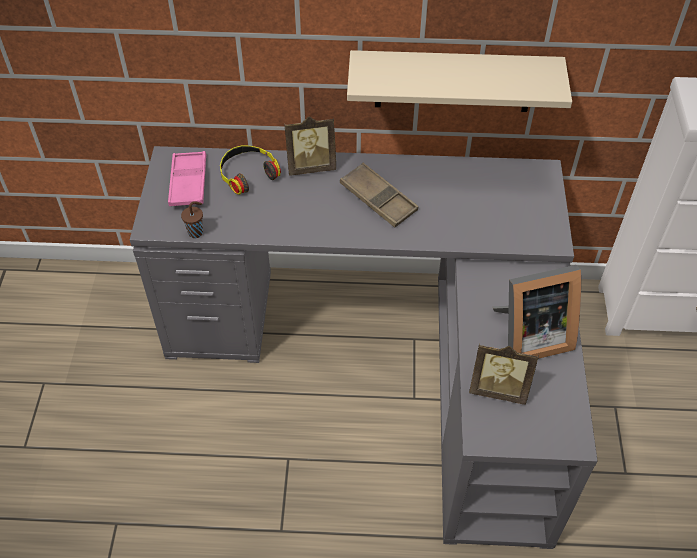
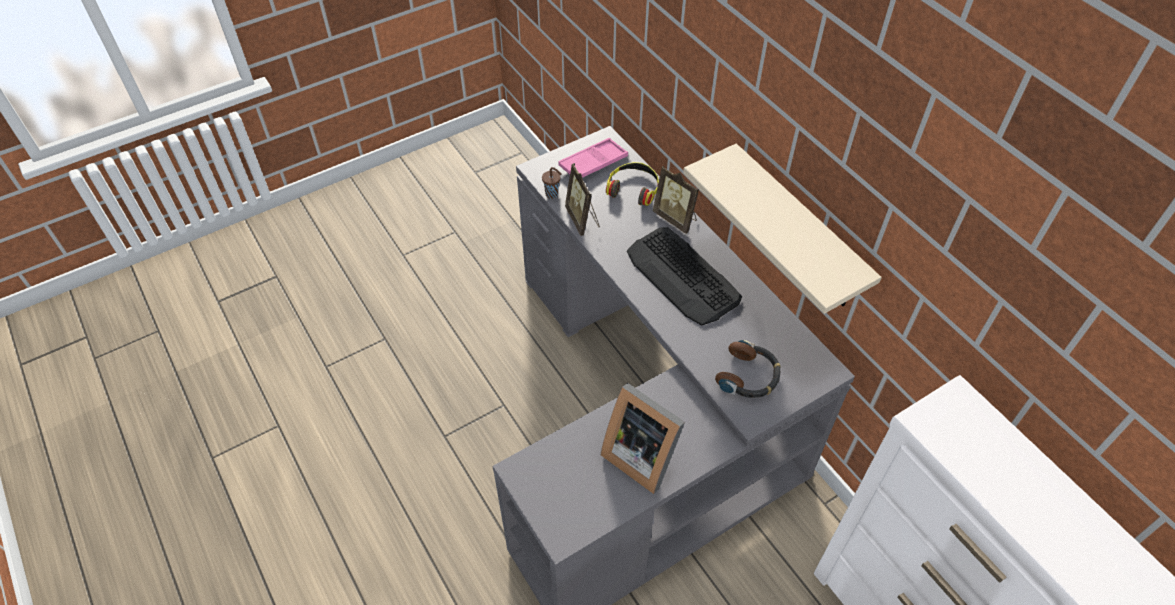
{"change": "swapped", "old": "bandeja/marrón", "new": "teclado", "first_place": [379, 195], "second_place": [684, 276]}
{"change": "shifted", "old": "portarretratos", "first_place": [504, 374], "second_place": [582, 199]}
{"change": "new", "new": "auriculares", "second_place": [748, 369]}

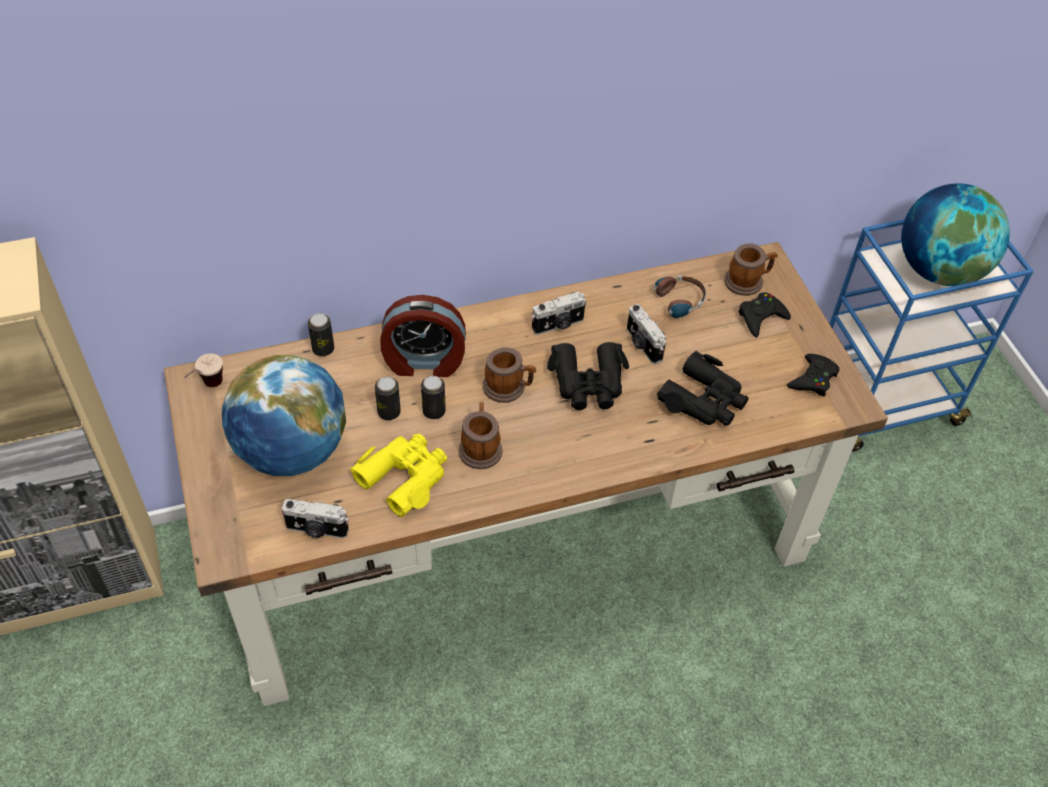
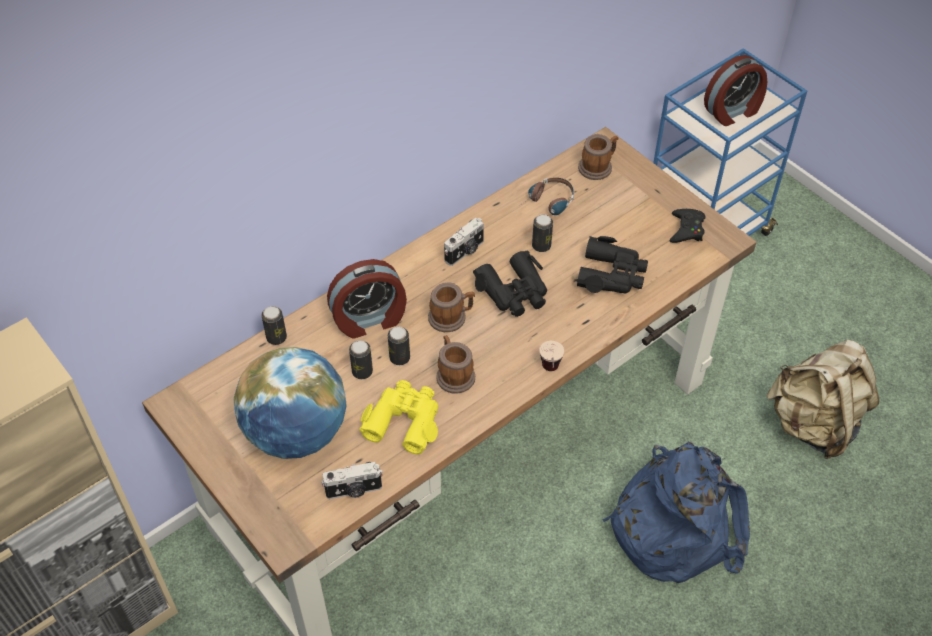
{"change": "shifted", "old": "taza", "first_place": [203, 370], "second_place": [551, 356]}
{"change": "swapped", "old": "cámara", "new": "lata", "first_place": [646, 334], "second_place": [542, 233]}
{"change": "gone", "old": "mando de consola/negro", "first_place": [764, 314]}
{"change": "swapped", "old": "globo terráqueo", "new": "despertador", "first_place": [955, 234], "second_place": [735, 90]}
{"change": "new", "new": "mochila/azul", "second_place": [676, 512]}
{"change": "new", "new": "mochila/beis", "second_place": [823, 399]}

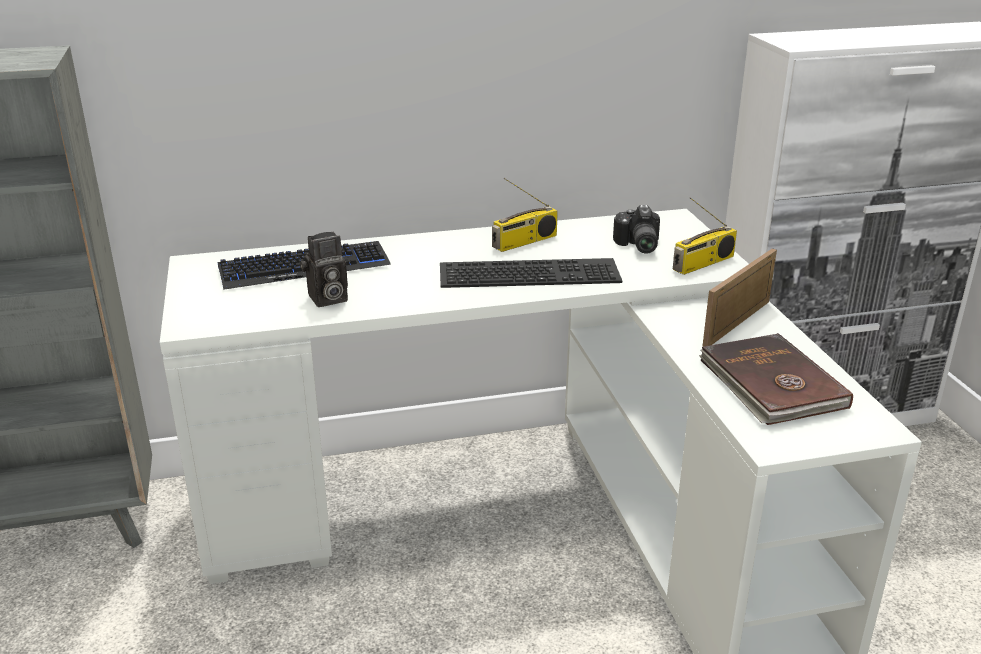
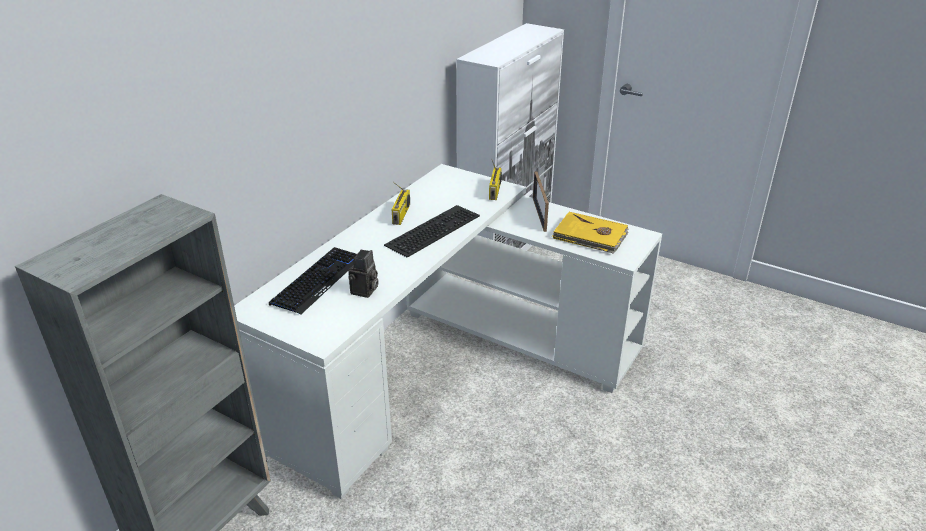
{"change": "gone", "old": "cámara", "first_place": [636, 229]}
{"change": "repainted", "old": "libro/marrón", "new": "libro/amarillo", "first_place": [776, 379], "second_place": [590, 233]}

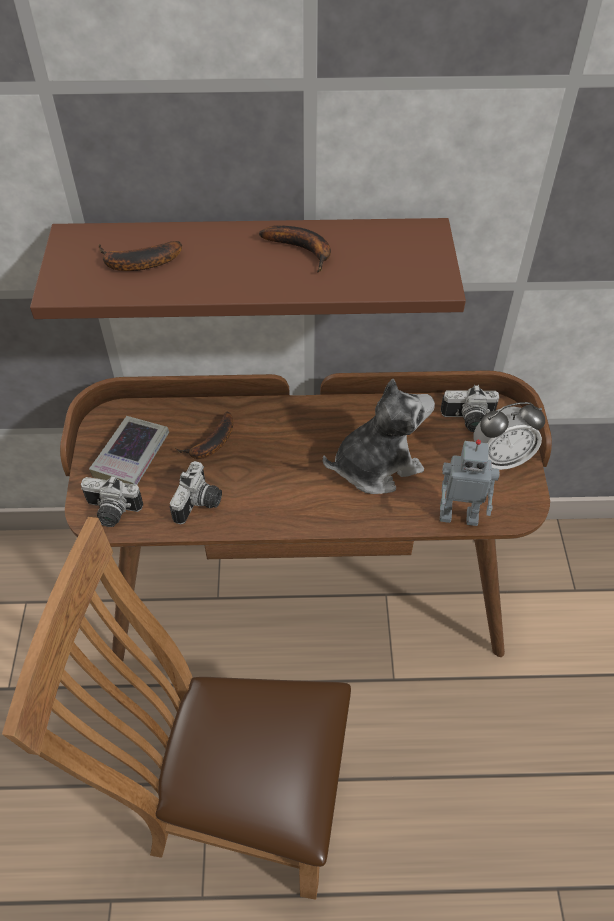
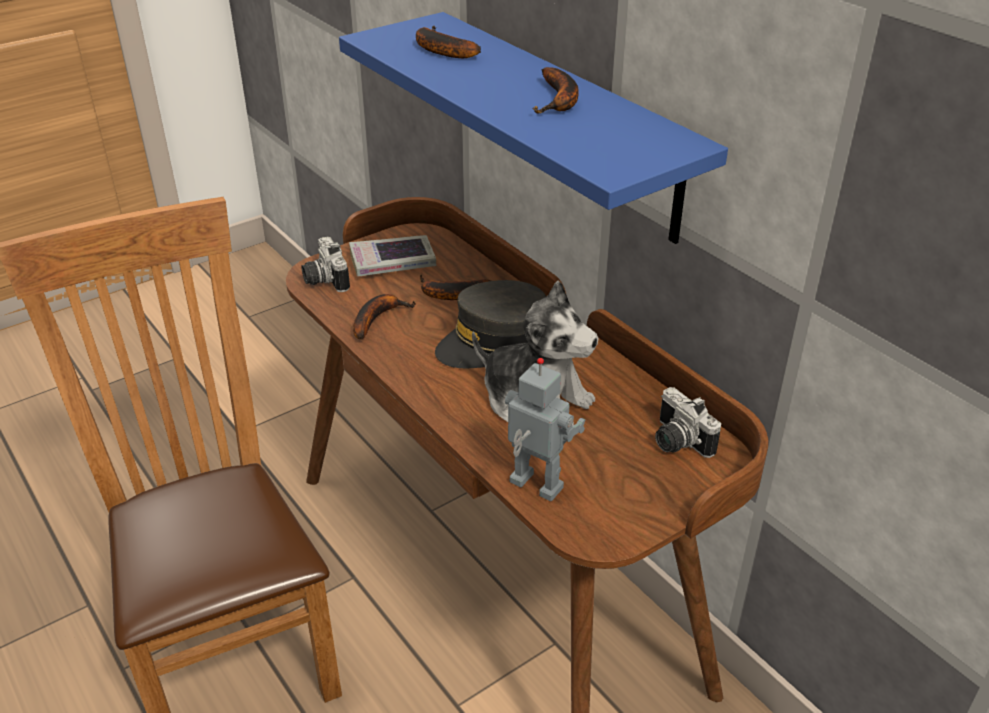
{"change": "repainted", "old": "estante/marrón", "new": "estante/azul", "first_place": [248, 268], "second_place": [533, 128]}
{"change": "swapped", "old": "cámara", "new": "plátano", "first_place": [196, 493], "second_place": [384, 317]}
{"change": "rotated", "old": "robot de juguete", "first_place": [470, 483], "second_place": [545, 429], "degrees": 150}
{"change": "gone", "old": "despertador", "first_place": [509, 436]}
{"change": "new", "new": "gorra/gris", "second_place": [490, 324]}

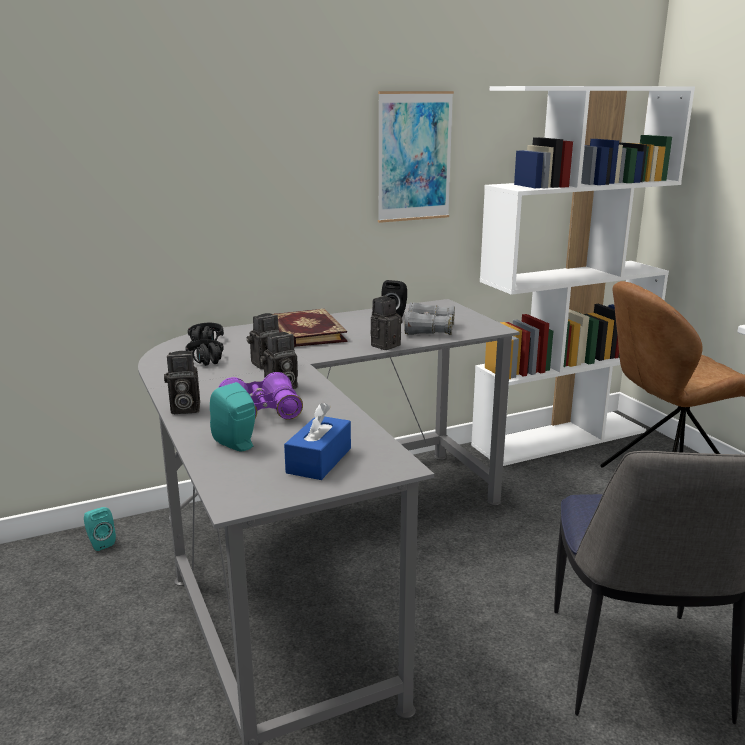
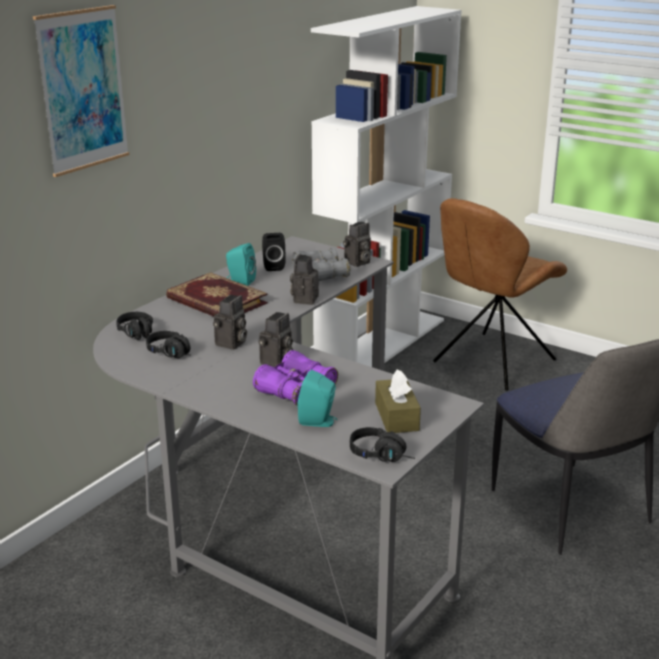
{"change": "shifted", "old": "altavoz/turquesa", "first_place": [100, 529], "second_place": [241, 264]}
{"change": "shifted", "old": "cámara", "first_place": [182, 382], "second_place": [357, 244]}
{"change": "repainted", "old": "caja de pañuelos/azul", "new": "caja de pañuelos/marrón", "first_place": [317, 441], "second_place": [398, 401]}
{"change": "shifted", "old": "cuadro", "first_place": [416, 157], "second_place": [81, 91]}
{"change": "new", "new": "auriculares/negro", "second_place": [382, 444]}

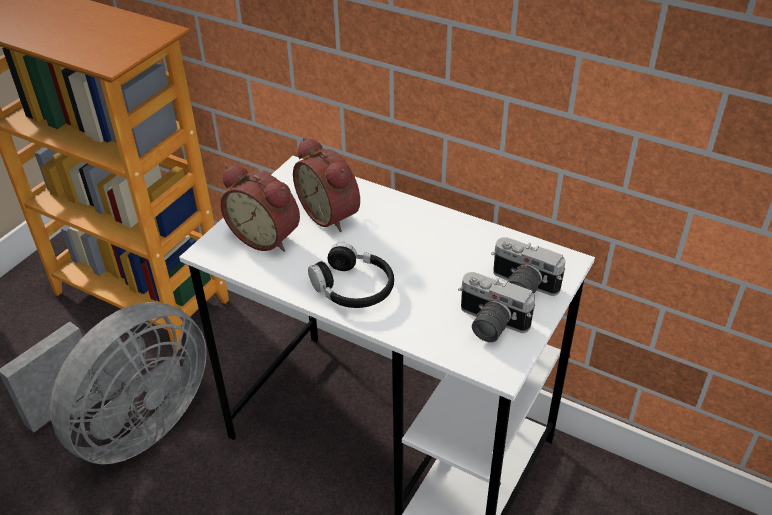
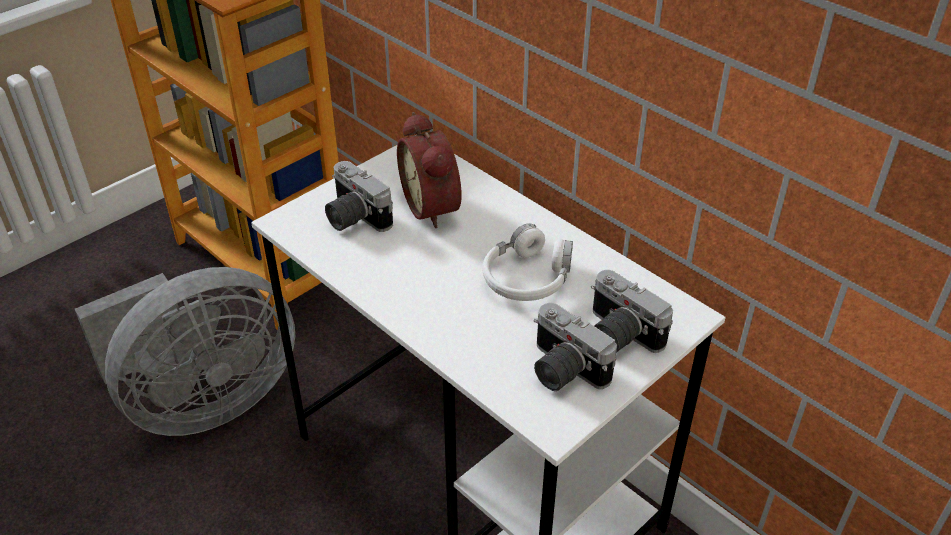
{"change": "swapped", "old": "despertador", "new": "cámara", "first_place": [260, 208], "second_place": [359, 196]}
{"change": "gone", "old": "auriculares/negro", "first_place": [351, 275]}
{"change": "new", "new": "auriculares/blanco", "second_place": [528, 262]}

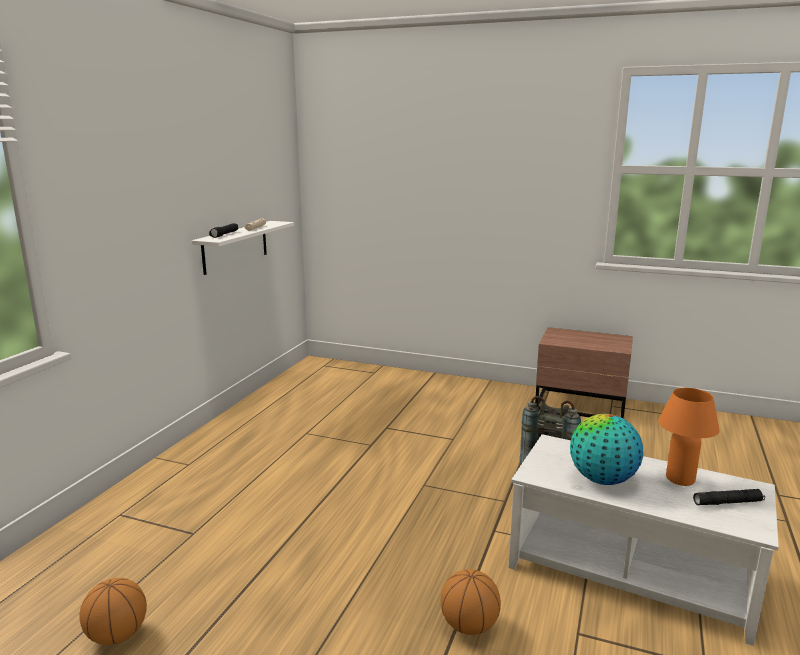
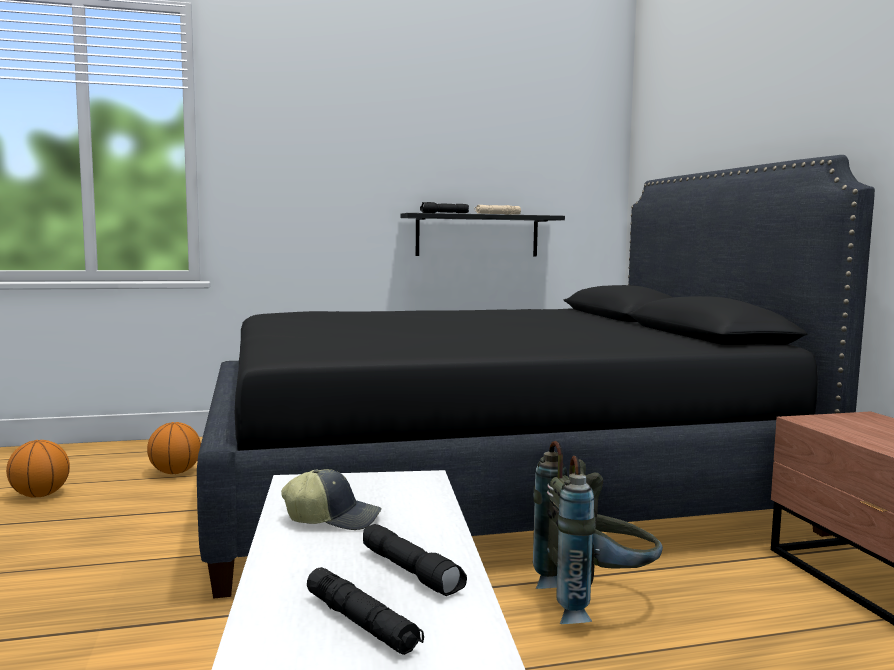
{"change": "repainted", "old": "estante/blanco", "new": "estante/negro", "first_place": [242, 248], "second_place": [482, 235]}
{"change": "shifted", "old": "balón de baloncesto", "first_place": [471, 602], "second_place": [174, 448]}
{"change": "swapped", "old": "globo terráqueo", "new": "gorra", "first_place": [606, 449], "second_place": [331, 499]}
{"change": "swapped", "old": "lámpara de mesa/naranja", "new": "linterna/negro", "first_place": [689, 437], "second_place": [415, 560]}
{"change": "new", "new": "cama/negro", "second_place": [536, 377]}

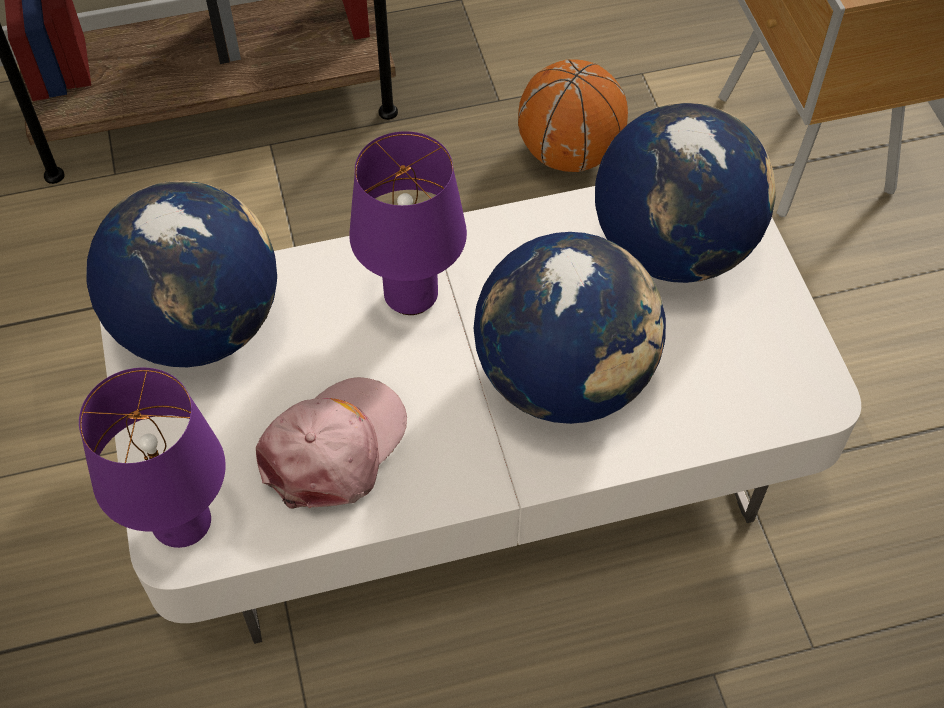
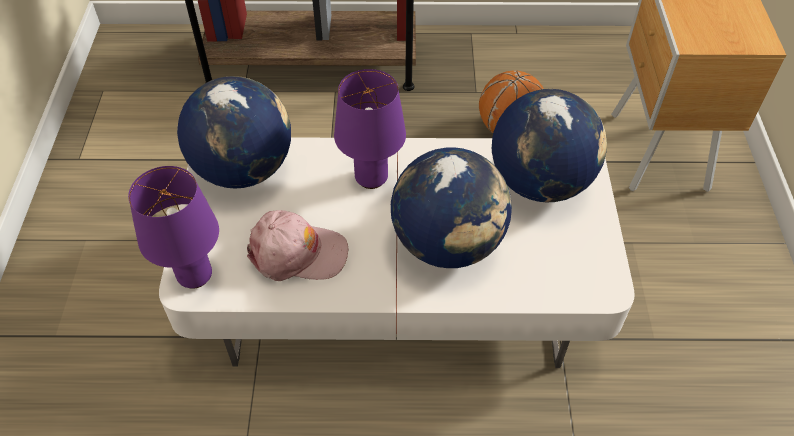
{"change": "rotated", "old": "gorra/rosa", "first_place": [331, 443], "second_place": [298, 245], "degrees": 45}

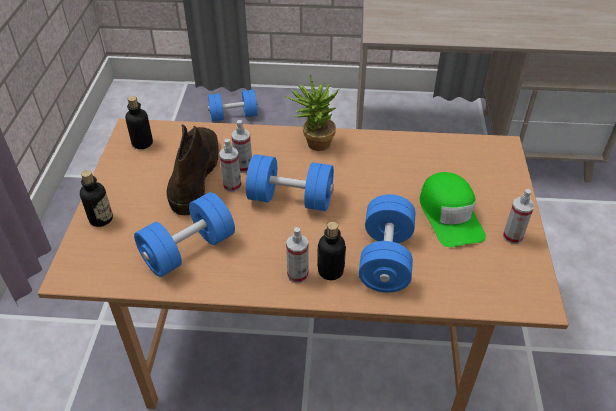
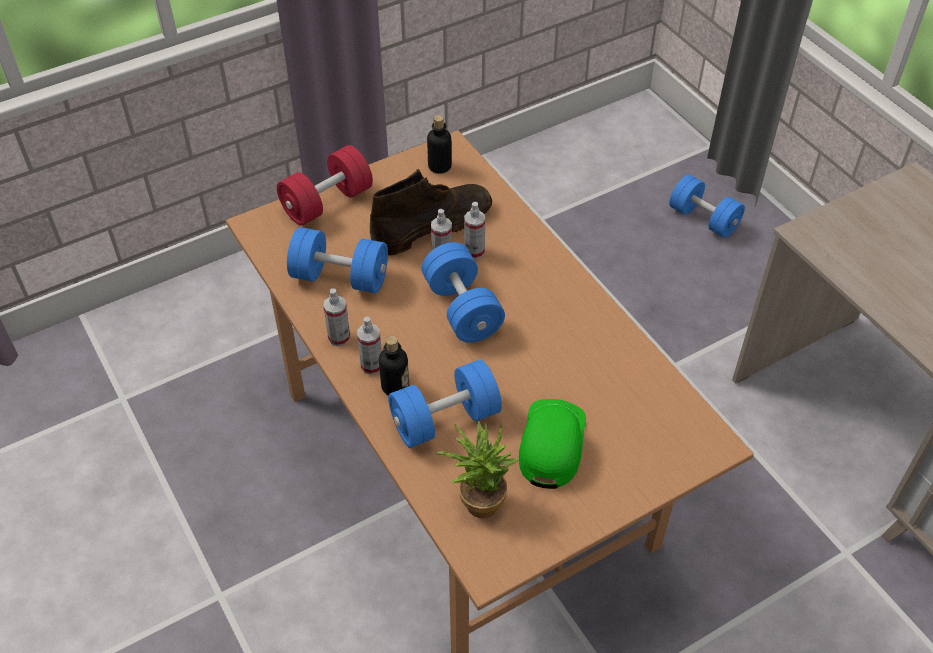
{"change": "swapped", "old": "botella", "new": "mancuerna/rojo", "first_place": [96, 198], "second_place": [325, 185]}
{"change": "shifted", "old": "planta en maceta", "first_place": [312, 113], "second_place": [478, 469]}
{"change": "rotated", "old": "gorra/verde", "first_place": [453, 209], "second_place": [552, 444], "degrees": 150}
{"change": "shifted", "old": "pulverizador", "first_place": [518, 216], "second_place": [336, 317]}

